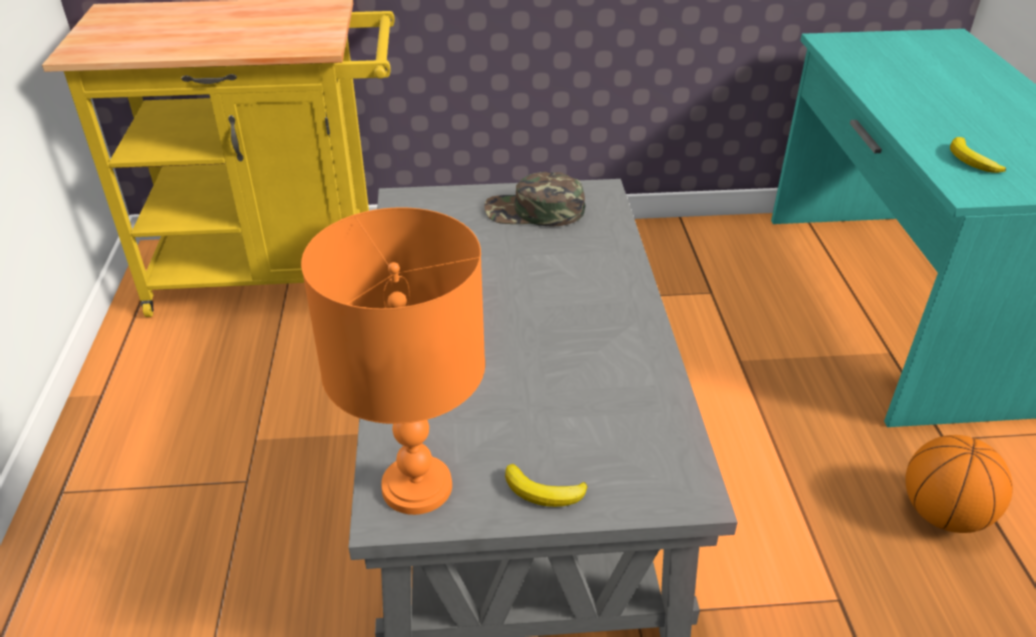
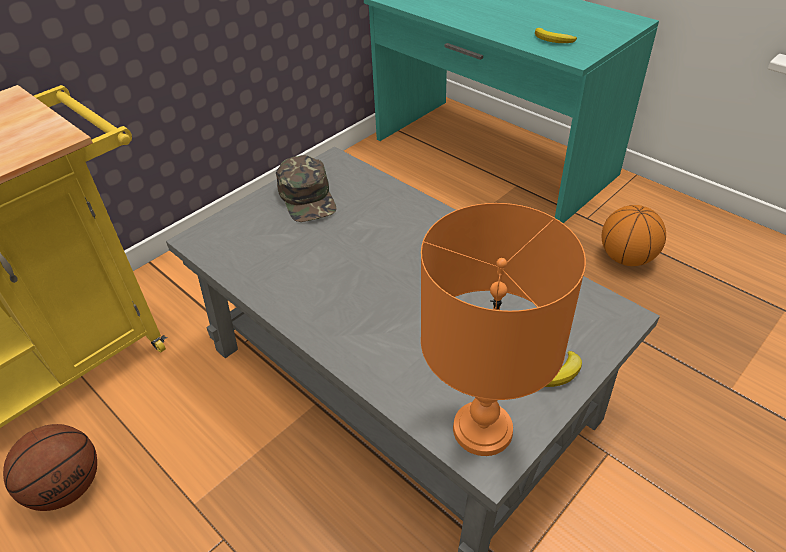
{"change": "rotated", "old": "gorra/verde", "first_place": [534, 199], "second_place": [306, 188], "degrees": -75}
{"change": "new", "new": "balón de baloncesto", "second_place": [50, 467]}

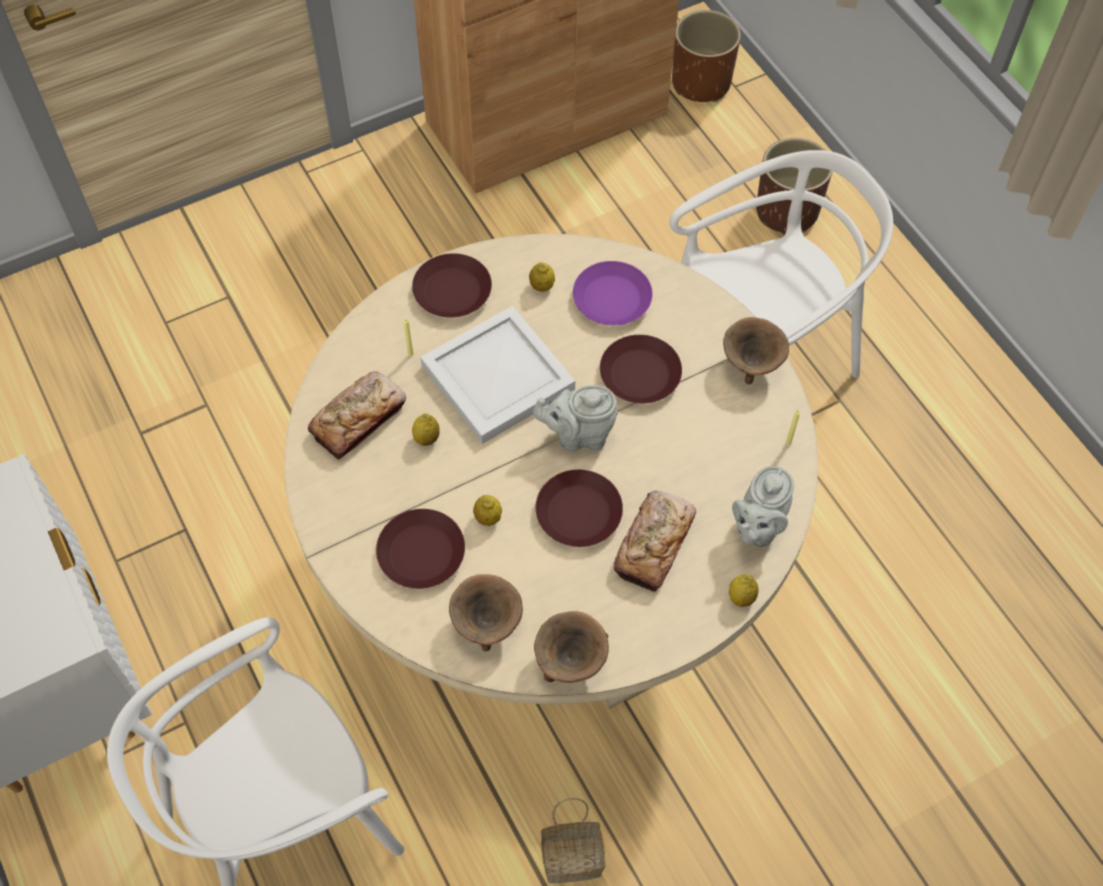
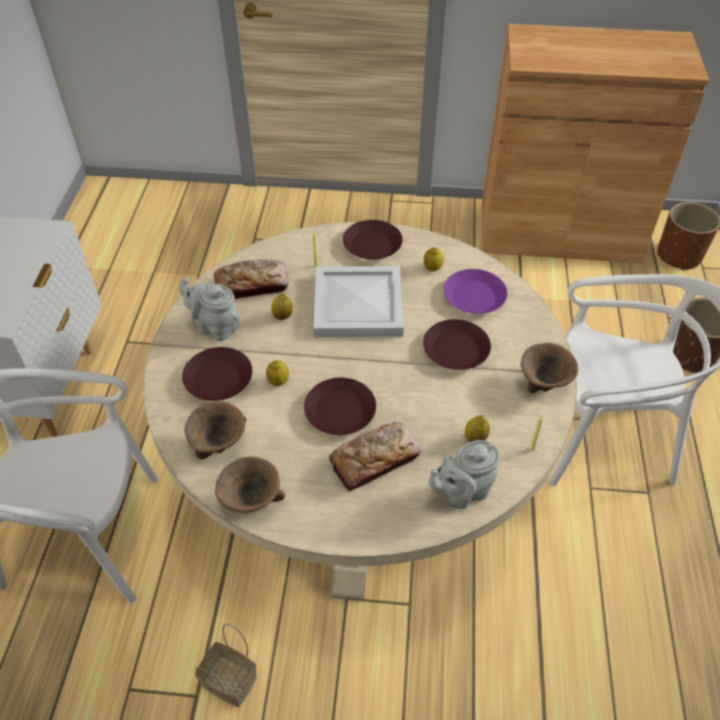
{"change": "shifted", "old": "tetera/gris", "first_place": [575, 418], "second_place": [209, 309]}
{"change": "shifted", "old": "limón", "first_place": [744, 590], "second_place": [477, 428]}

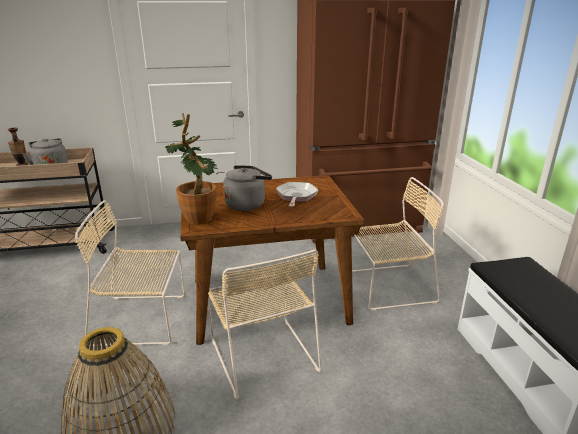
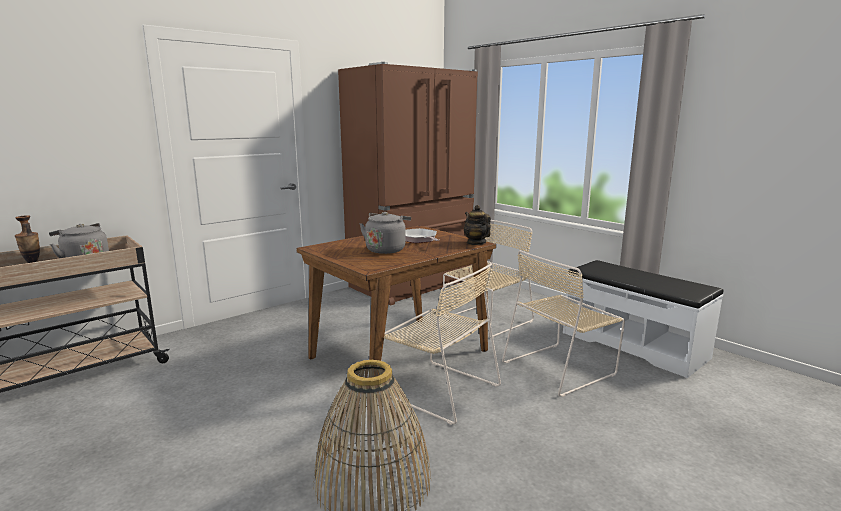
{"change": "shifted", "old": "silla/beis", "first_place": [130, 273], "second_place": [563, 323]}
{"change": "gone", "old": "planta en maceta", "first_place": [194, 169]}
{"change": "new", "new": "tetera", "second_place": [477, 225]}

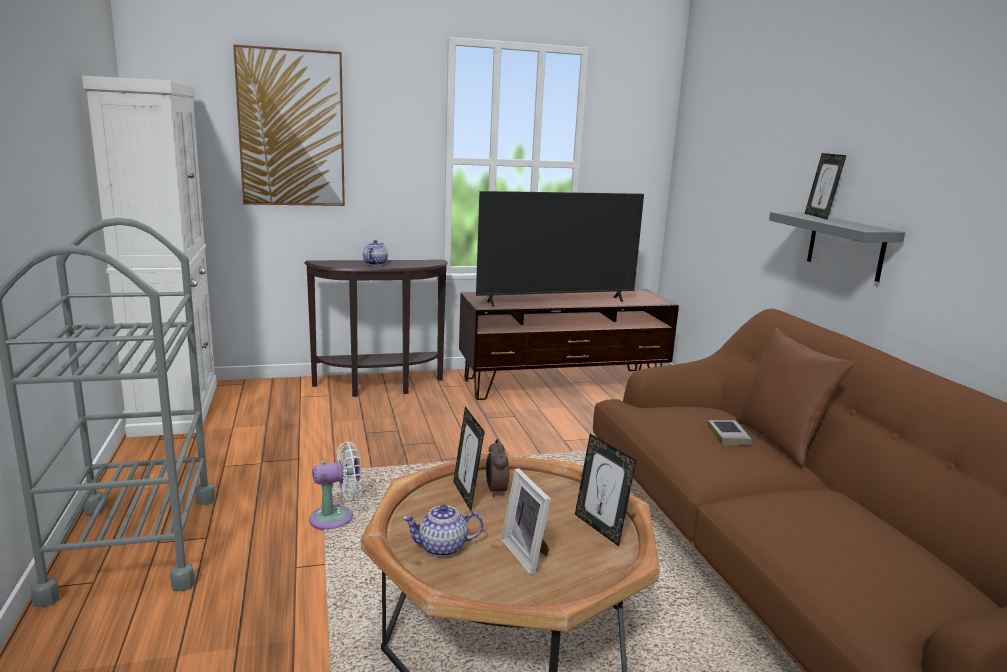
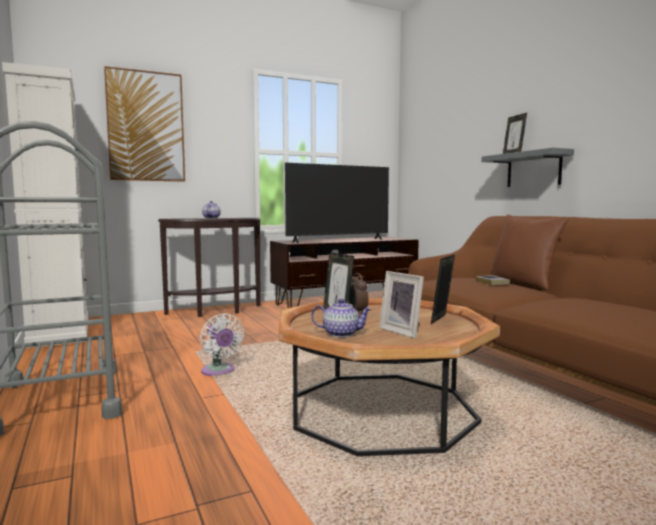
{"change": "rotated", "old": "ventilador/blanco", "first_place": [335, 486], "second_place": [222, 344], "degrees": 90}
{"change": "rotated", "old": "tetera", "first_place": [442, 530], "second_place": [341, 318], "degrees": -150}
{"change": "rotated", "old": "portarretratos", "first_place": [606, 490], "second_place": [443, 289], "degrees": 75}

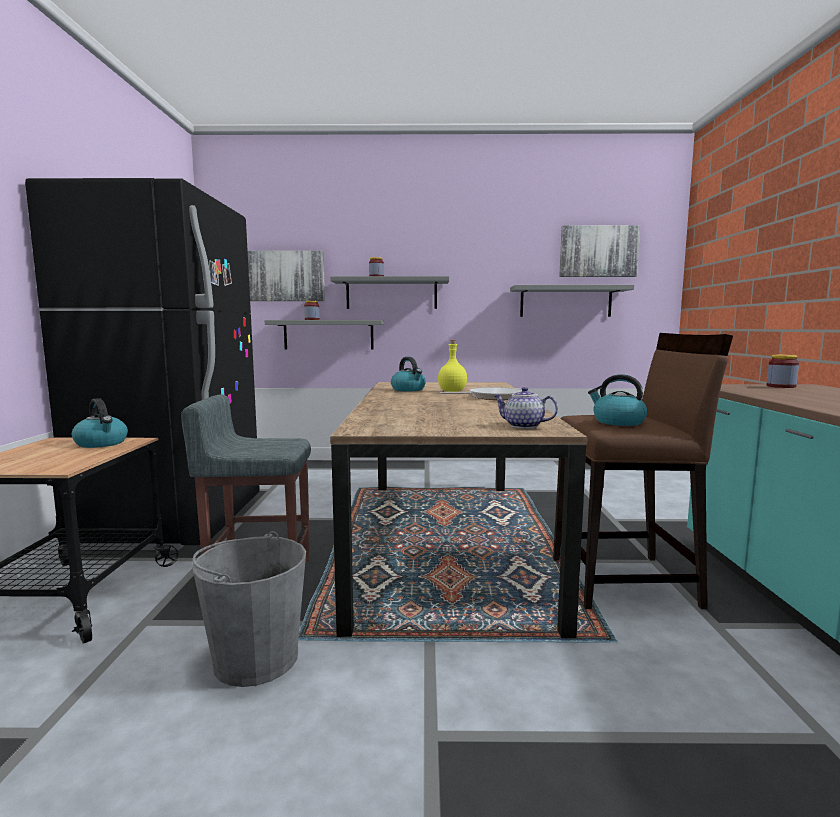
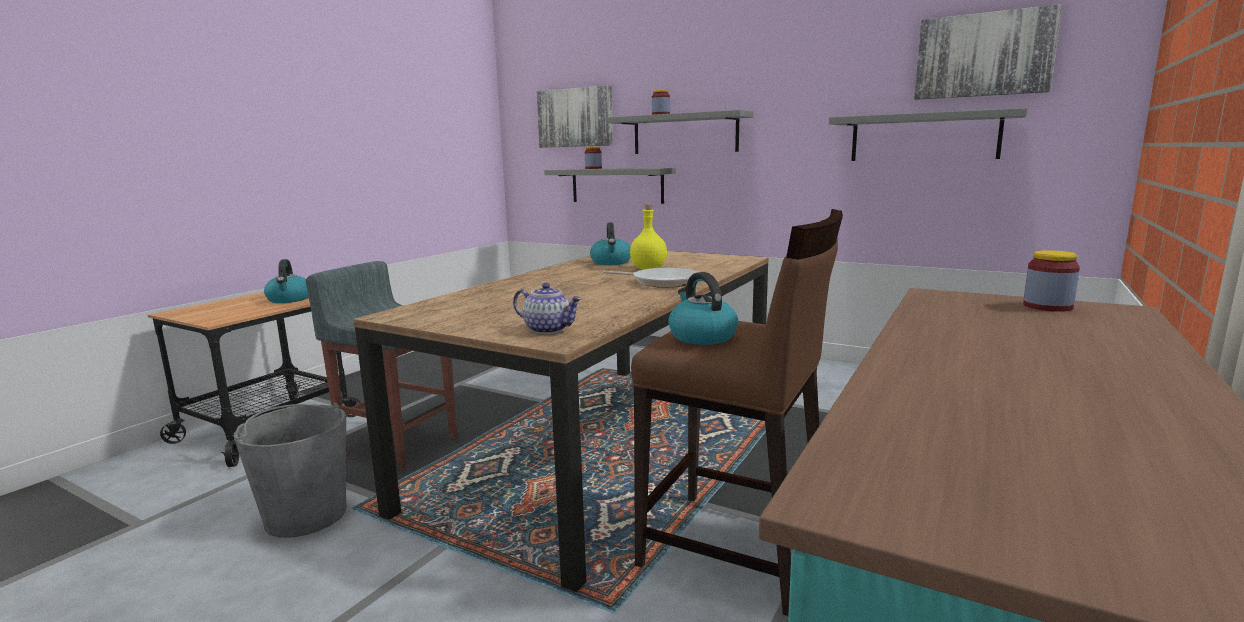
{"change": "gone", "old": "nevera/negro", "first_place": [142, 364]}
{"change": "rotated", "old": "tetera", "first_place": [526, 408], "second_place": [547, 308], "degrees": 150}

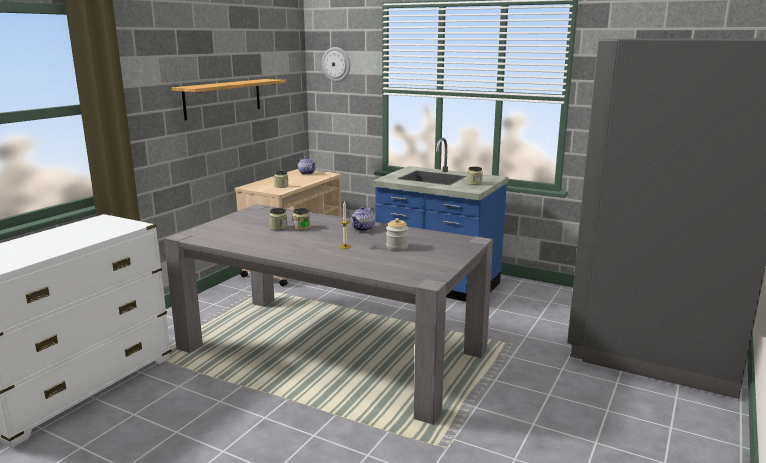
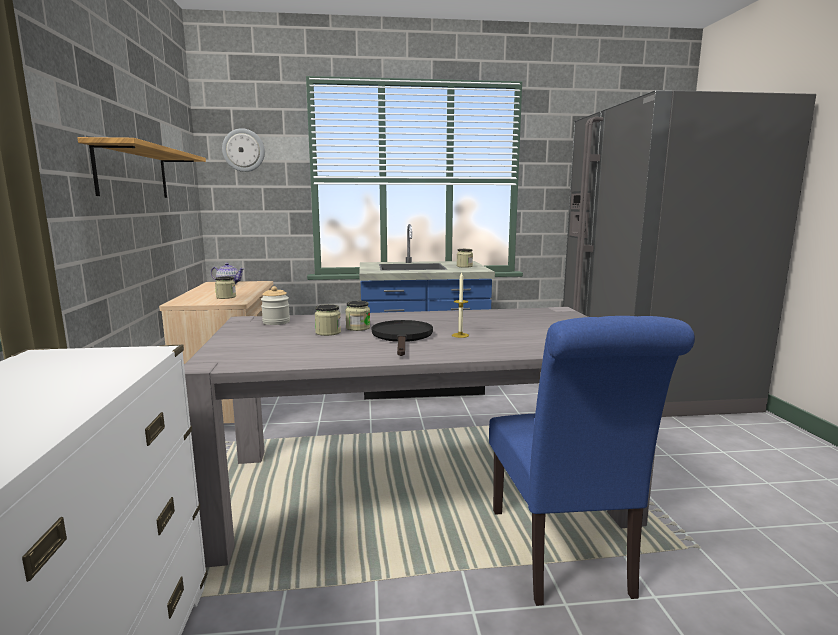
{"change": "gone", "old": "tetera", "first_place": [363, 218]}
{"change": "shifted", "old": "tarro", "first_place": [397, 234], "second_place": [275, 305]}
{"change": "new", "new": "sartén/negro", "second_place": [402, 338]}
{"change": "new", "new": "silla/azul", "second_place": [592, 461]}

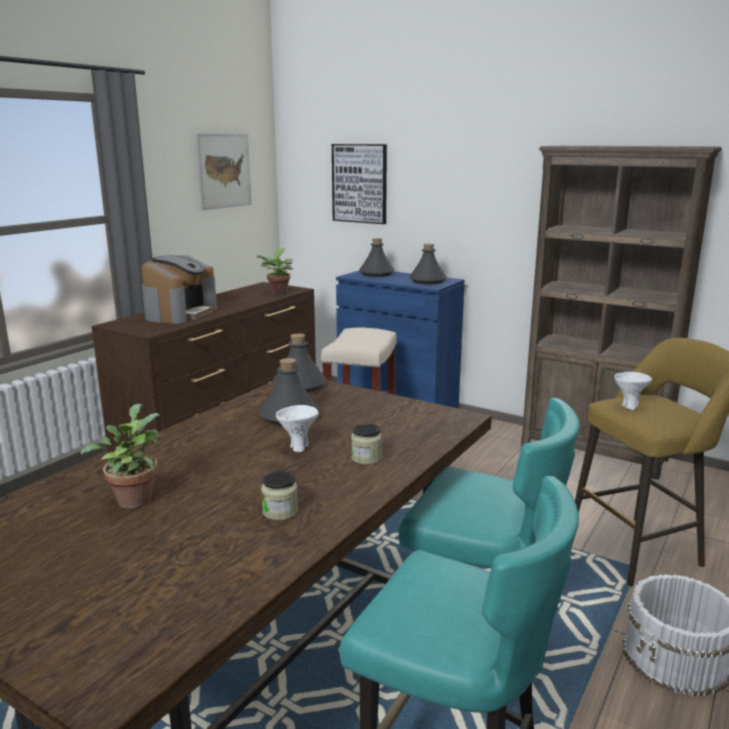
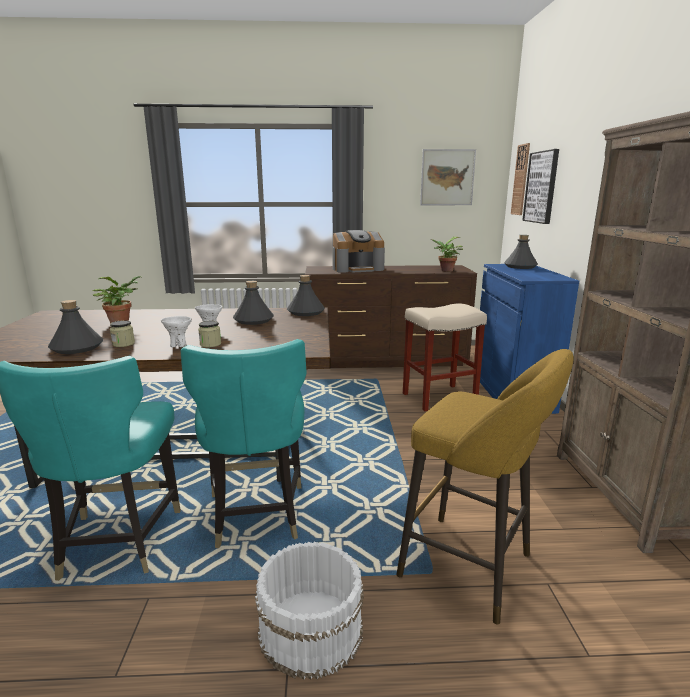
{"change": "shifted", "old": "botella/gris", "first_place": [428, 264], "second_place": [75, 327]}
{"change": "shifted", "old": "cuenco/blanco", "first_place": [633, 391], "second_place": [176, 331]}
{"change": "new", "new": "reloj de pared", "second_place": [520, 179]}

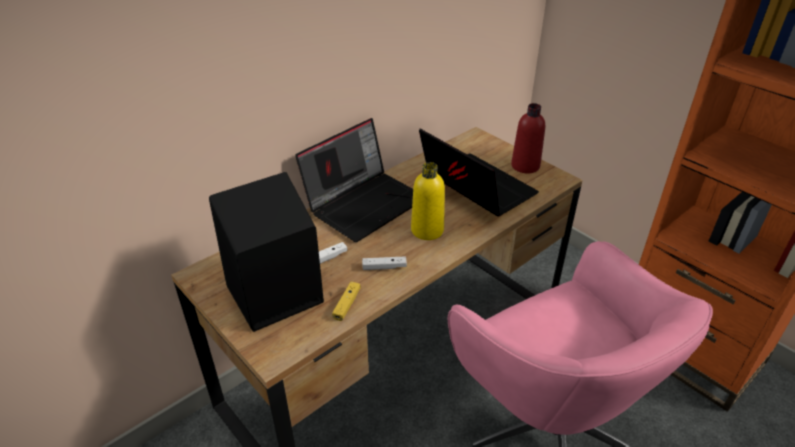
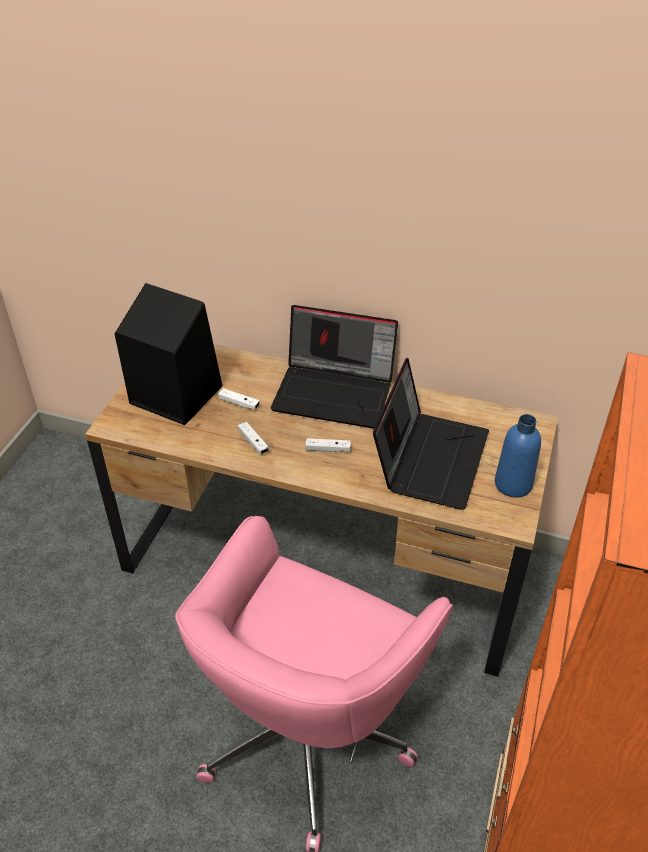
{"change": "gone", "old": "mando de consola/amarillo", "first_place": [346, 301]}
{"change": "swapped", "old": "botella/amarillo", "new": "mando de consola/blanco", "first_place": [428, 201], "second_place": [328, 445]}
{"change": "repainted", "old": "botella/rojo", "new": "botella/azul", "first_place": [528, 138], "second_place": [518, 456]}

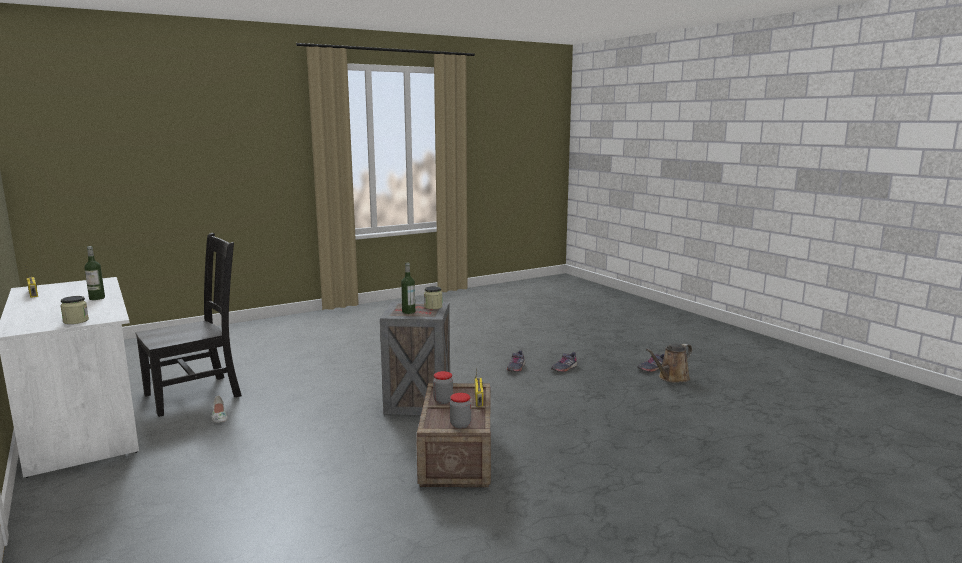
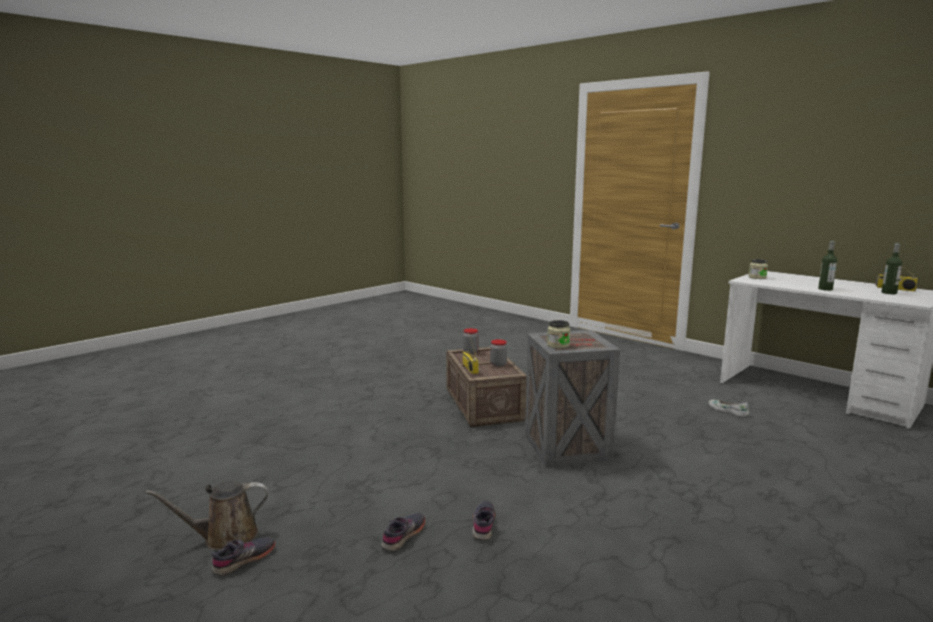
{"change": "gone", "old": "silla/negro", "first_place": [188, 325]}
{"change": "shifted", "old": "botella", "first_place": [408, 288], "second_place": [891, 268]}
{"change": "rotated", "old": "regadera/marrón", "first_place": [669, 363], "second_place": [207, 515], "degrees": -150}

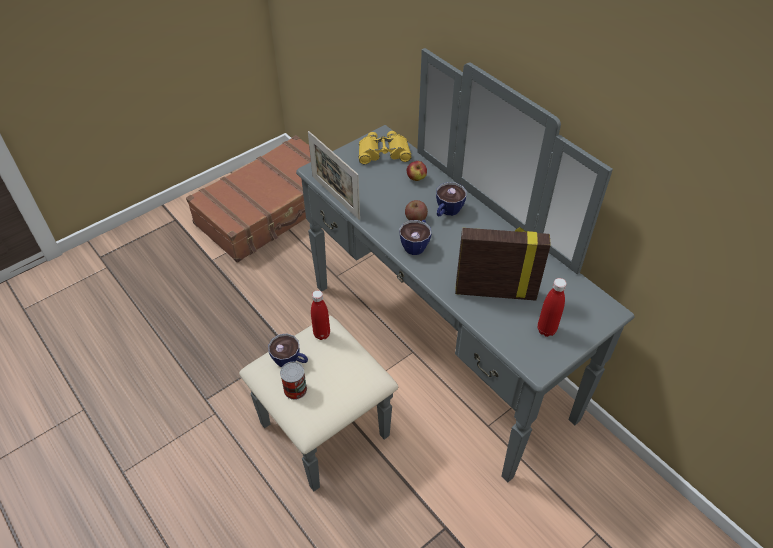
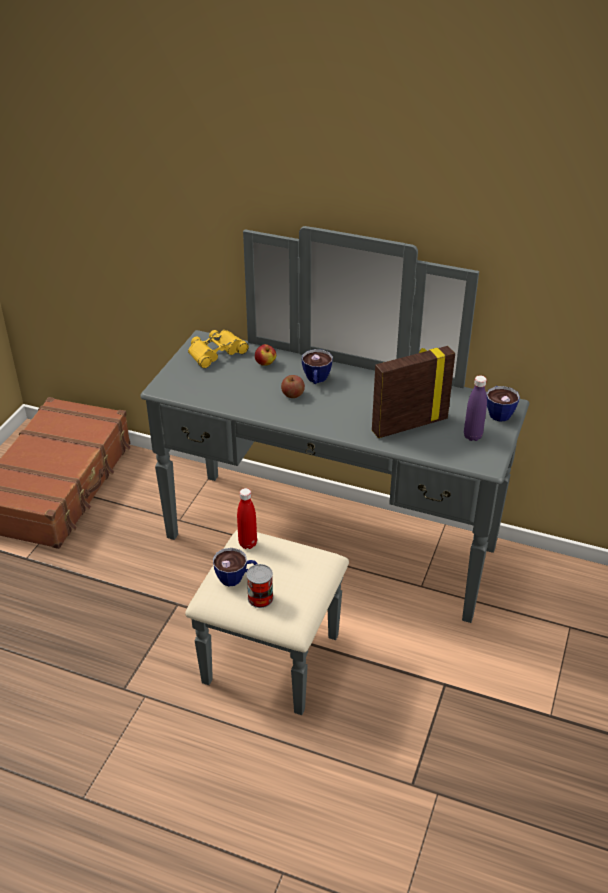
{"change": "gone", "old": "portarretratos", "first_place": [334, 175]}
{"change": "shifted", "old": "taza", "first_place": [415, 237], "second_place": [503, 403]}
{"change": "repainted", "old": "botella/rojo", "new": "botella/morado", "first_place": [552, 307], "second_place": [475, 408]}

